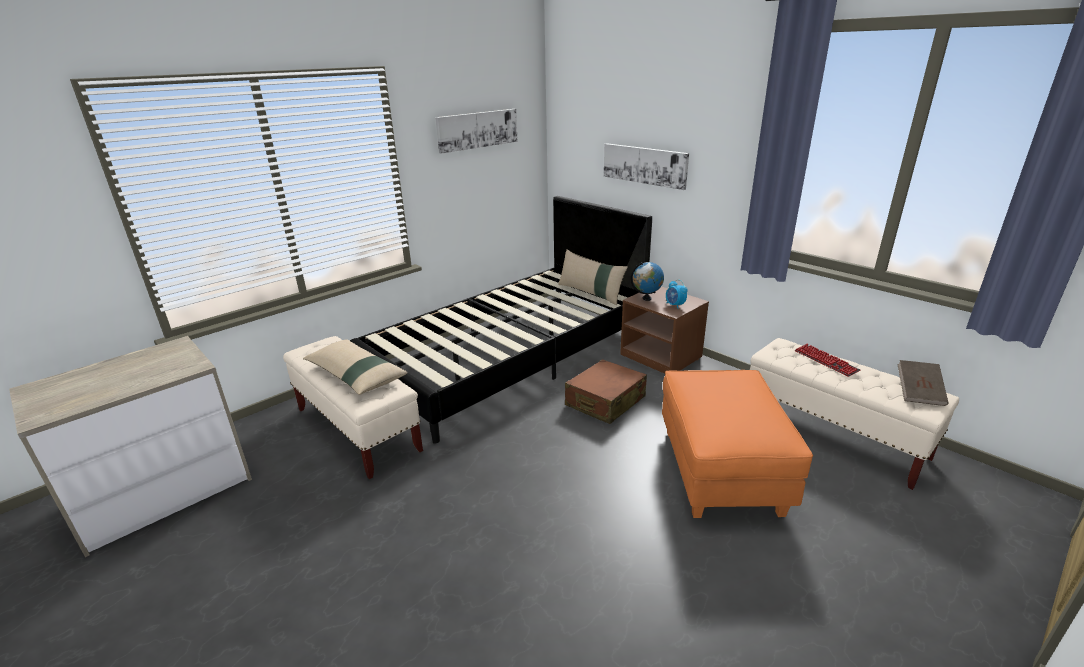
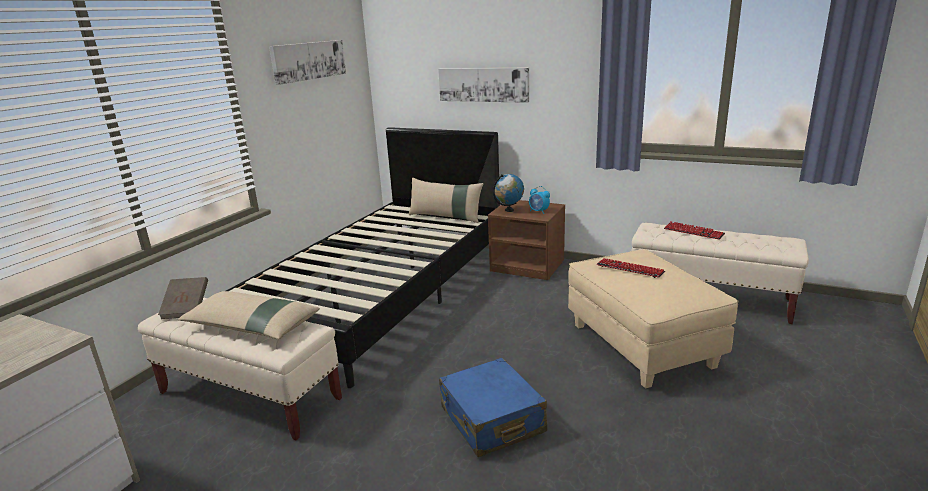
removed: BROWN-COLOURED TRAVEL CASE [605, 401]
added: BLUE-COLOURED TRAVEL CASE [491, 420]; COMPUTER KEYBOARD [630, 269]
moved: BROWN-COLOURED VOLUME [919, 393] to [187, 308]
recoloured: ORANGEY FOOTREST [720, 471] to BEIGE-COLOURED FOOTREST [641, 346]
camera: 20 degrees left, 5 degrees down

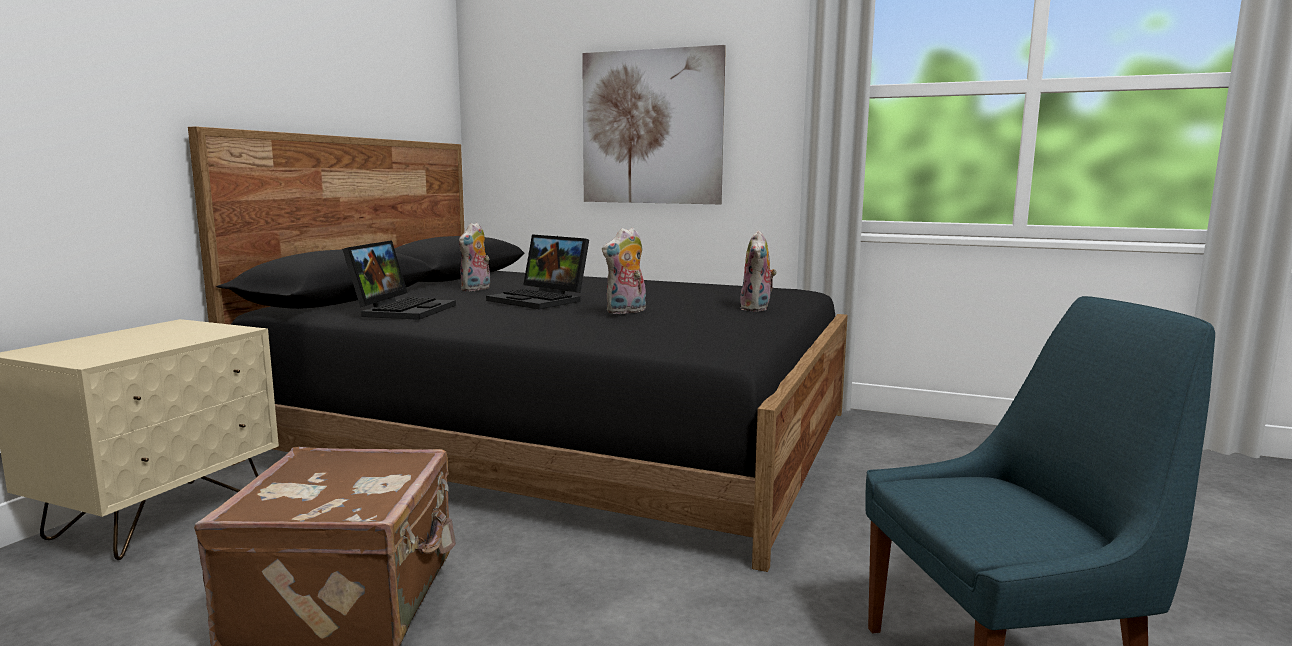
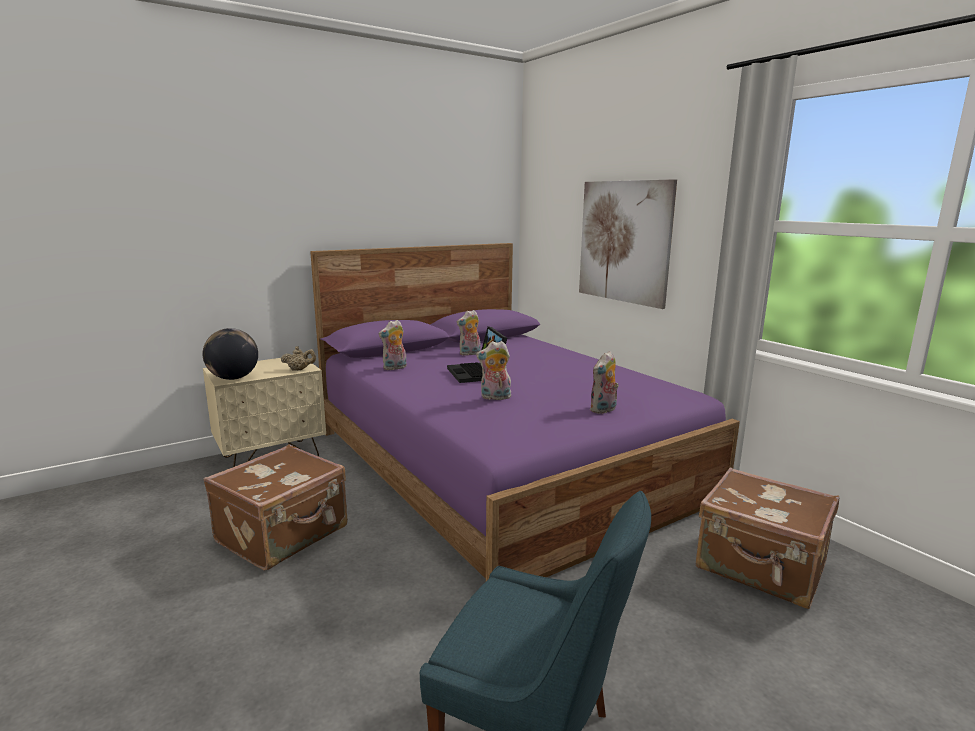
added: GLOBE [233, 378]; BEIGE-COLOURED TEAPOT [299, 369]; BROWN-COLOURED TRAVEL CASE [760, 568]
replaced: PORTABLE COMPUTER [402, 310] to SOFT TOY [395, 368]
recoloured: BLACK-COLOURED BED [563, 436] to PURPLISH BED [501, 463]
camera: 35 degrees right, 5 degrees up

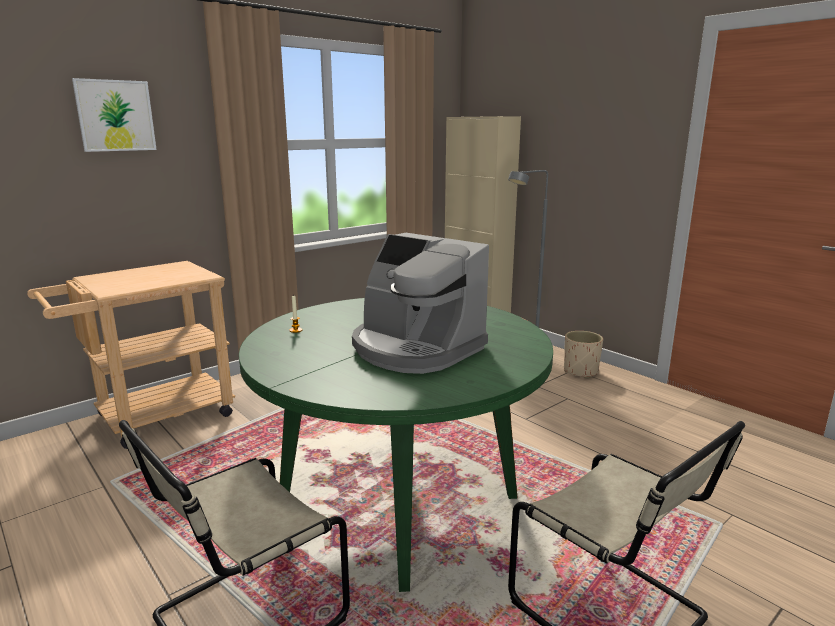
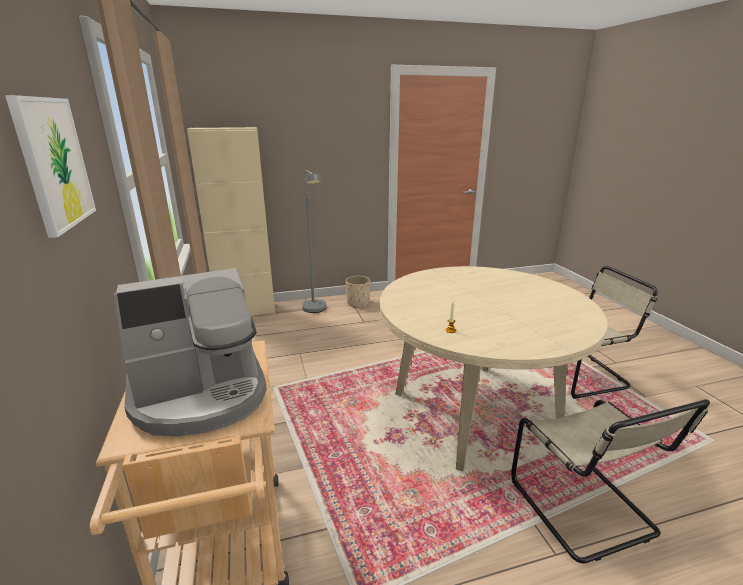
moved: COFFEE BREWER [415, 349] to [201, 395]
recoloured: GREENISH DINING TABLE [399, 502] to BEIGE-COLOURED DINING TABLE [474, 412]
camera: 65 degrees left, 5 degrees up

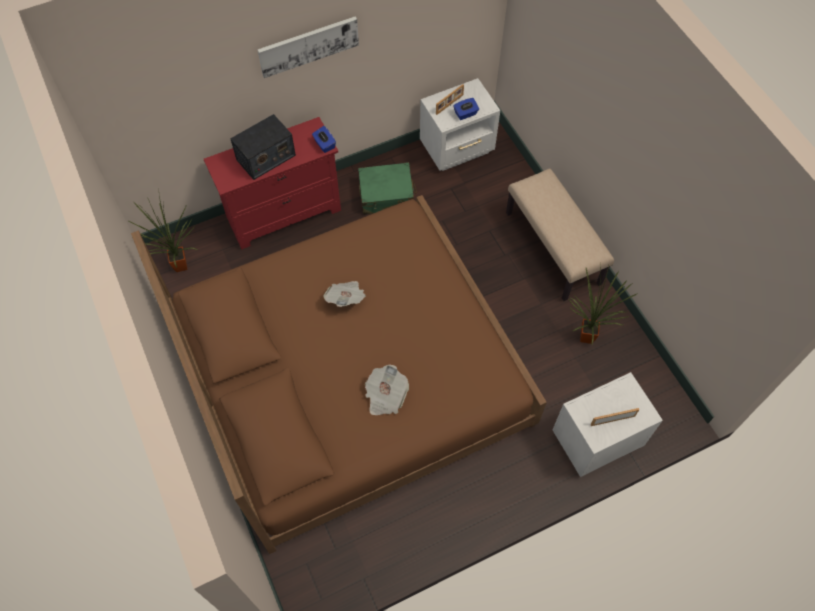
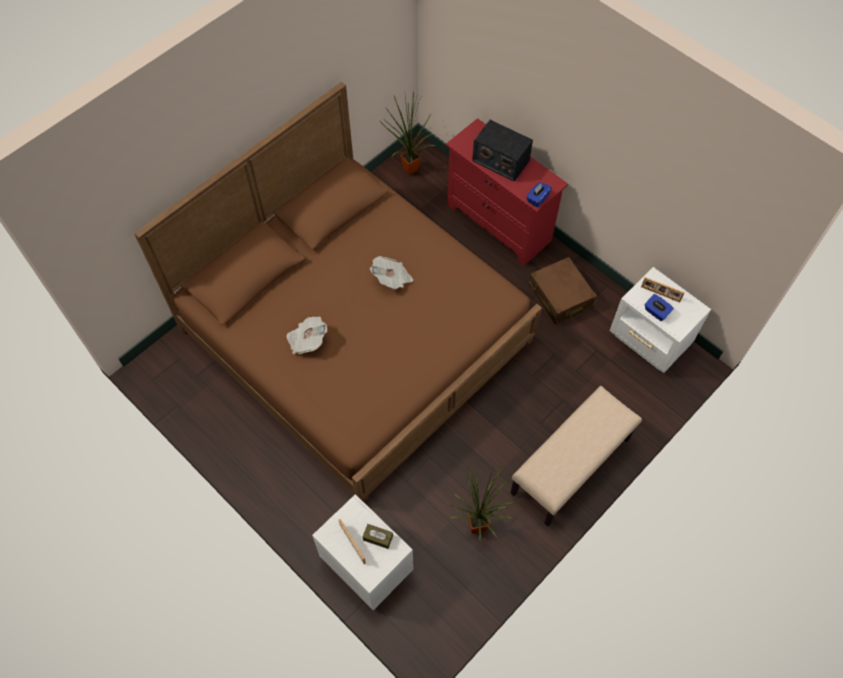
removed: WALL ART [308, 45]
added: BROWN-COLOURED TISSUE BOX [378, 538]
recoloured: GREENISH TRAVEL CASE [386, 195] to BROWN-COLOURED TRAVEL CASE [560, 296]
camera: 70 degrees right, 0 degrees up

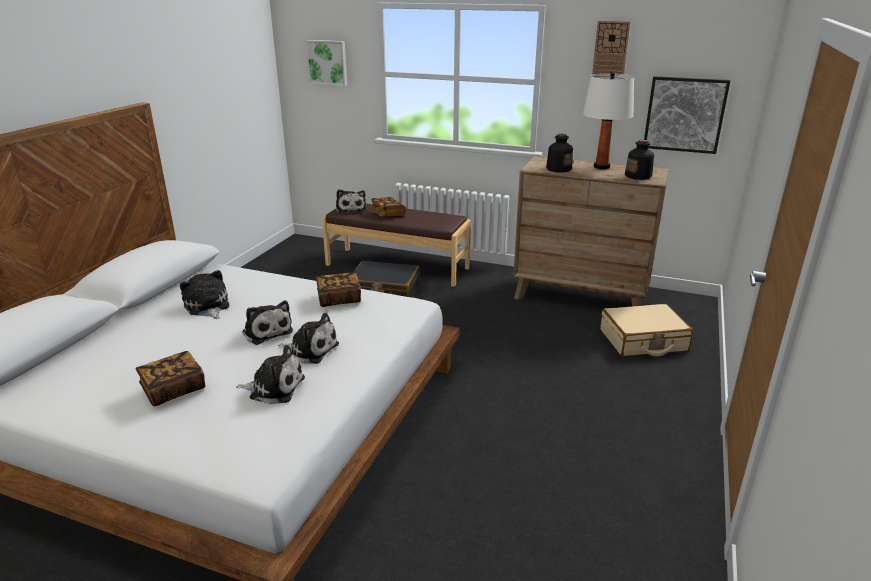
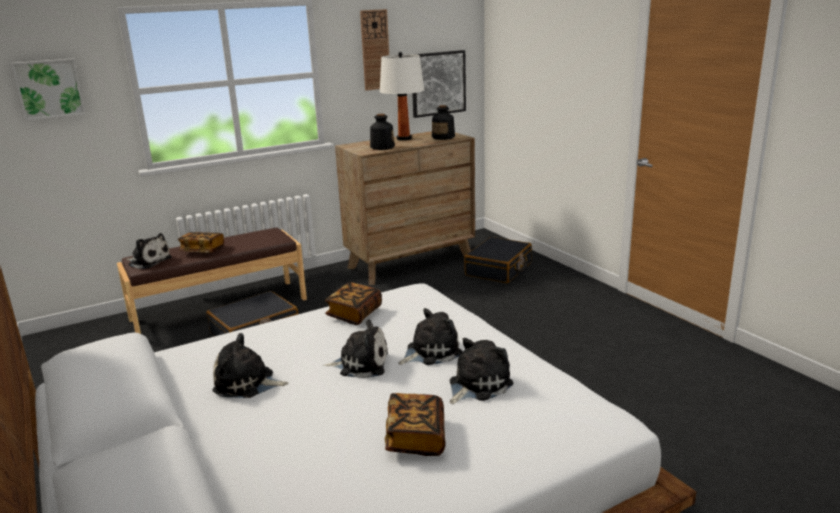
recoloured: BEIGE-COLOURED TRAVEL CASE [643, 341] to BLACK-COLOURED TRAVEL CASE [499, 269]
camera: 50 degrees left, 5 degrees down

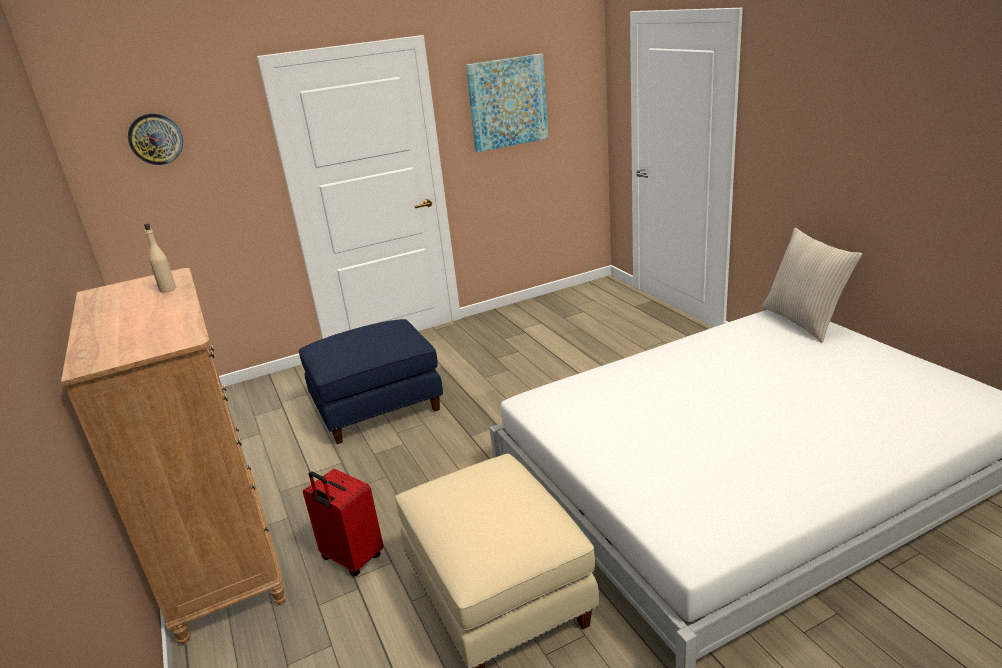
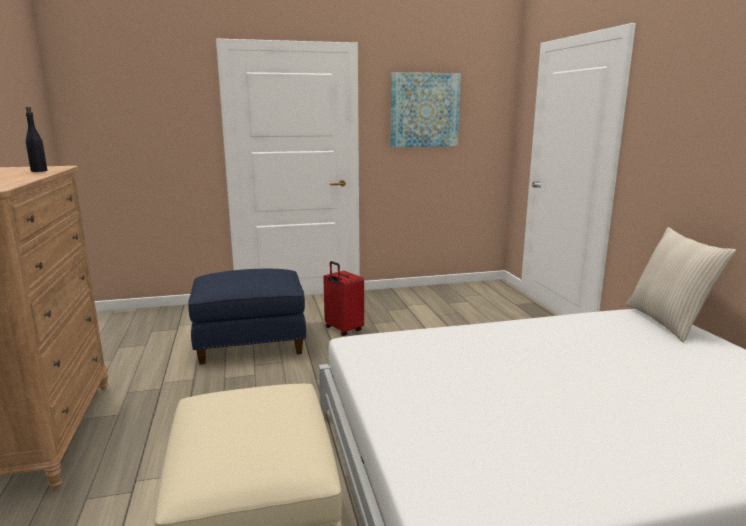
removed: HANGING CLOCK [155, 139]
moved: RED TRAVEL CASE [351, 559] to [343, 330]
recoloured: BEIGE-COLOURED DRINK BOTTLE [167, 289] to BLACK-COLOURED DRINK BOTTLE [39, 171]
camera: 10 degrees right, 10 degrees down

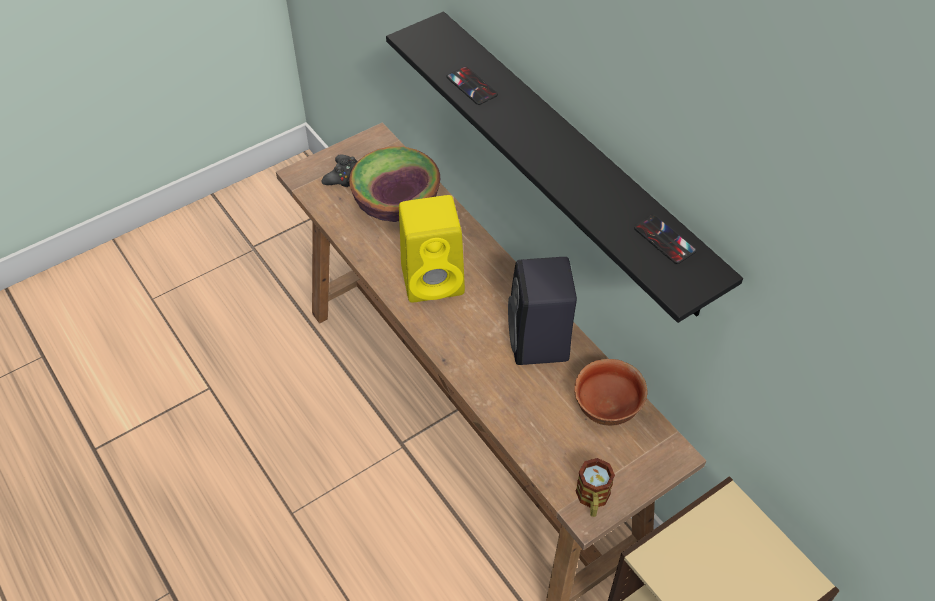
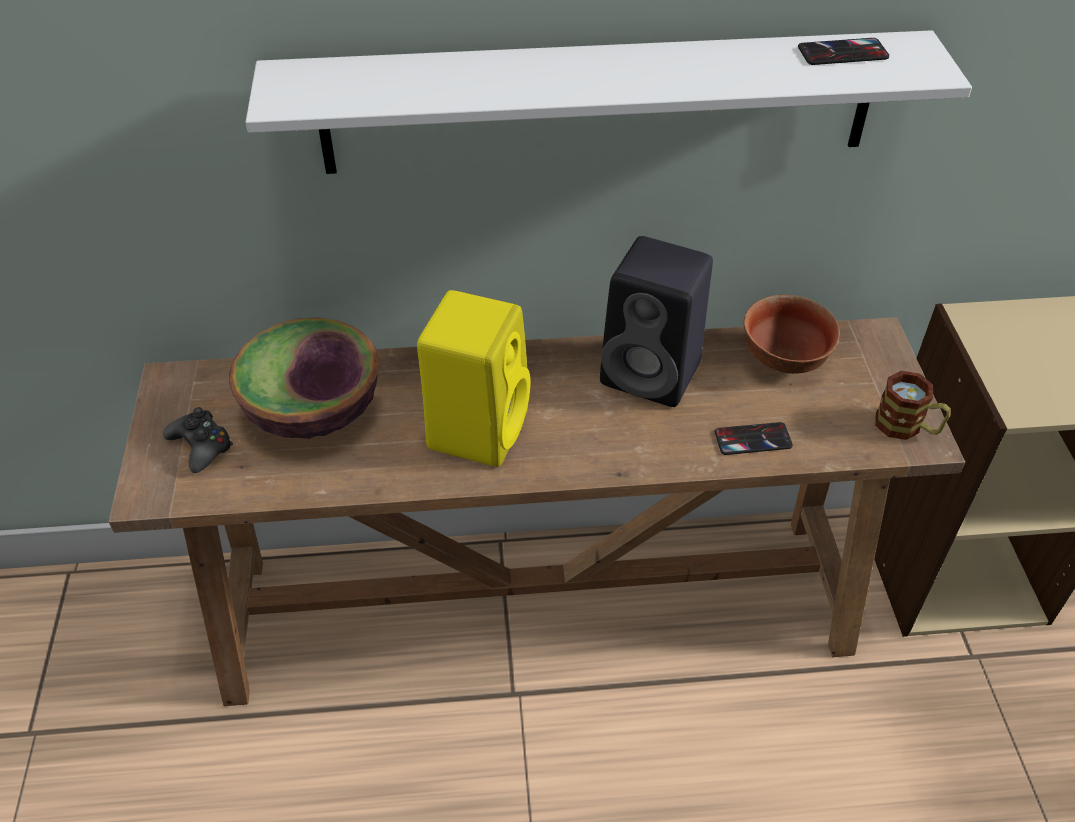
moved: HANDSET [472, 86] to [753, 439]
recoloured: BLACK-COLOURED WALL SHELF [572, 161] to WHITISH WALL SHELF [598, 103]
camera: 60 degrees left, 5 degrees down

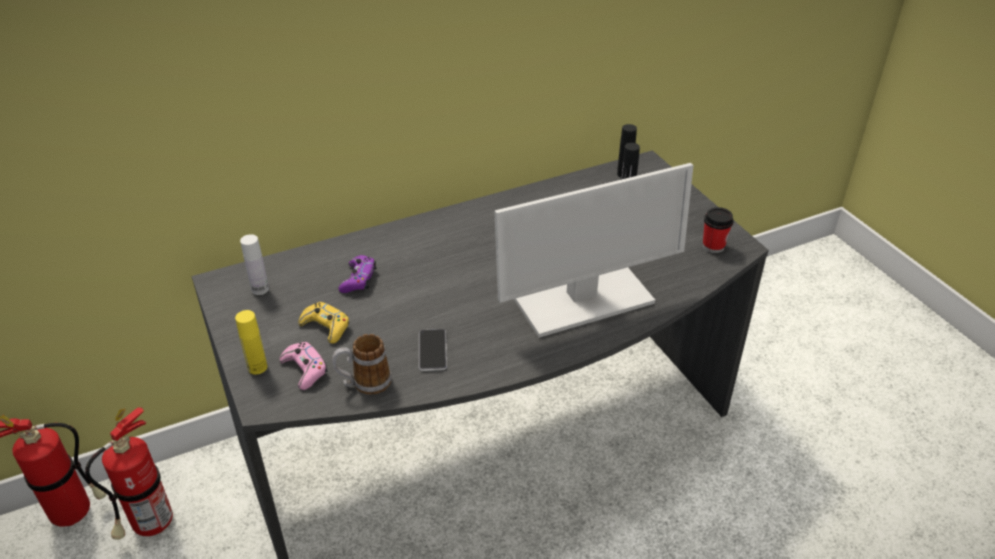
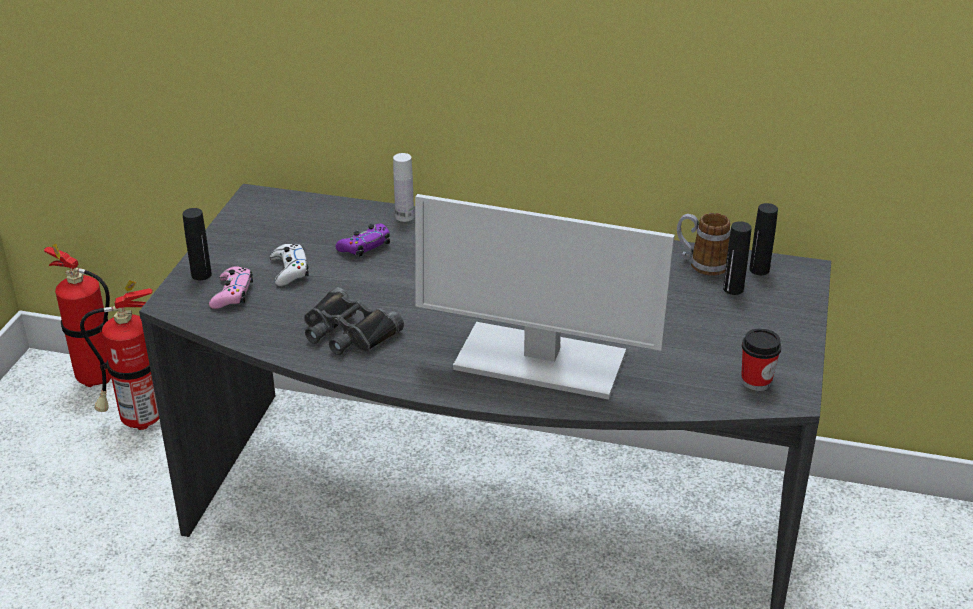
moved: WHITISH DRINK BOTTLE [260, 289] to [404, 217]; COFFEE MUG [364, 383] to [701, 264]
replaced: HANDSET [432, 351] to BLACK-COLOURED PAIR OF BINOCULARS [347, 332]
recoloured: YELLOW-COLOURED DRINK BOTTLE [257, 367] to BLACK-COLOURED DRINK BOTTLE [201, 274]; YELLOW-COLOURED GAMEPAD [326, 327] to WHITISH GAMEPAD [289, 270]
camera: 40 degrees right, 5 degrees down

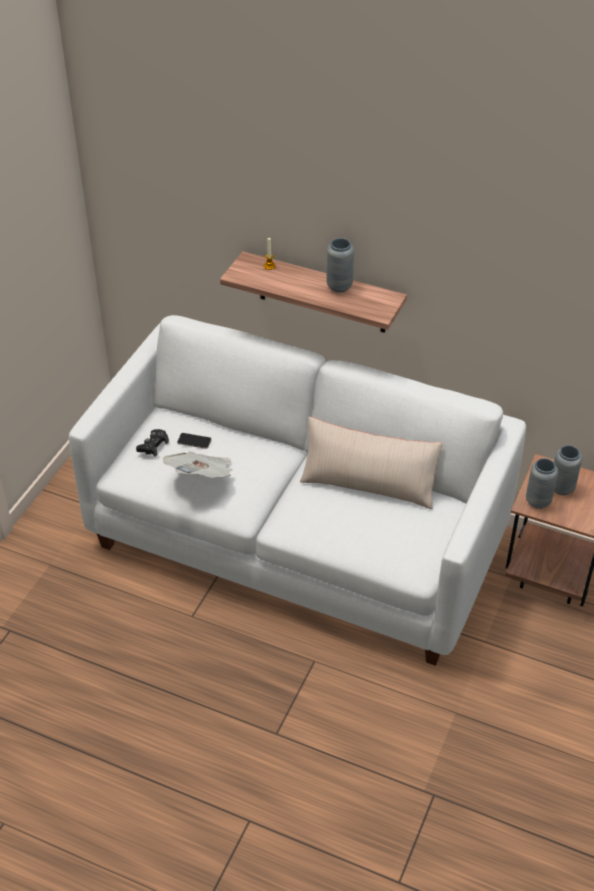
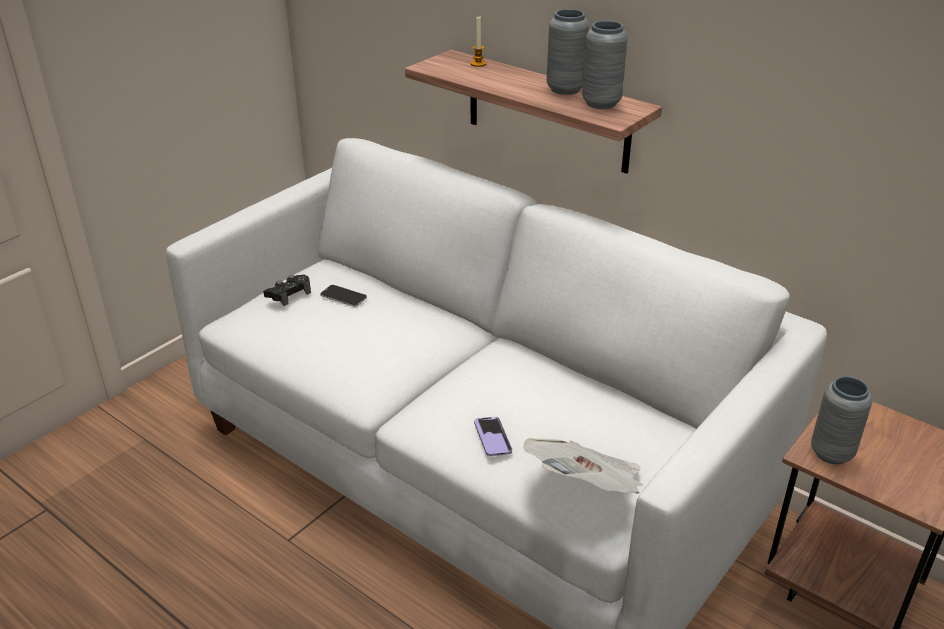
removed: BEIGE-COLOURED PILLOW [368, 484]
added: HANDSET [492, 437]
moved: DAILY PAPER [202, 477] to [586, 488]; GRAY DECORATIVE VASE [561, 488] to [601, 103]
camera: 15 degrees right, 10 degrees down

